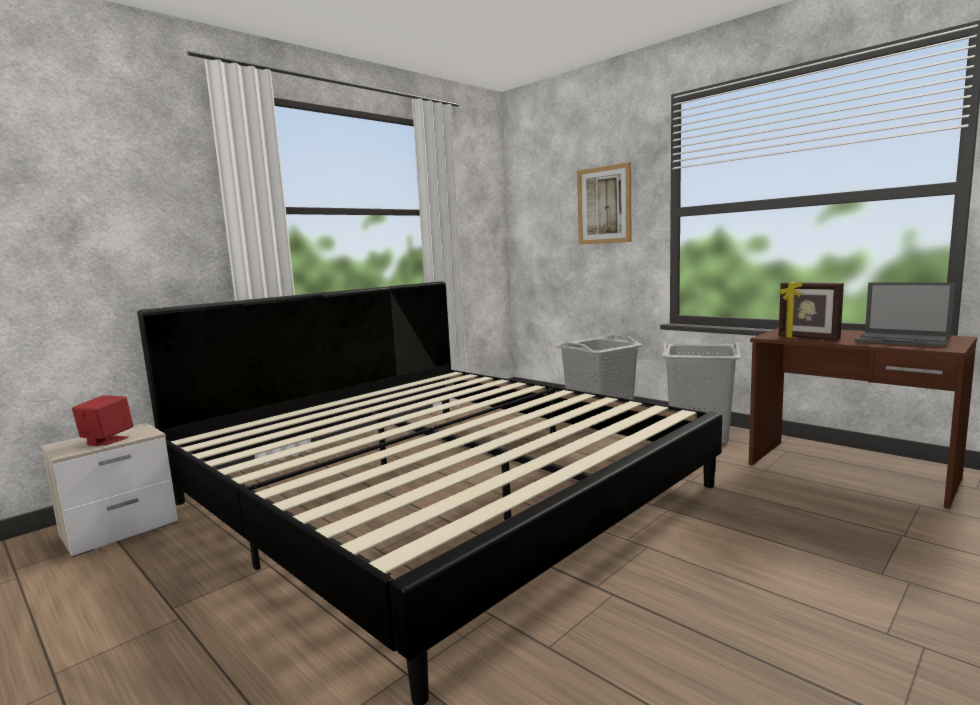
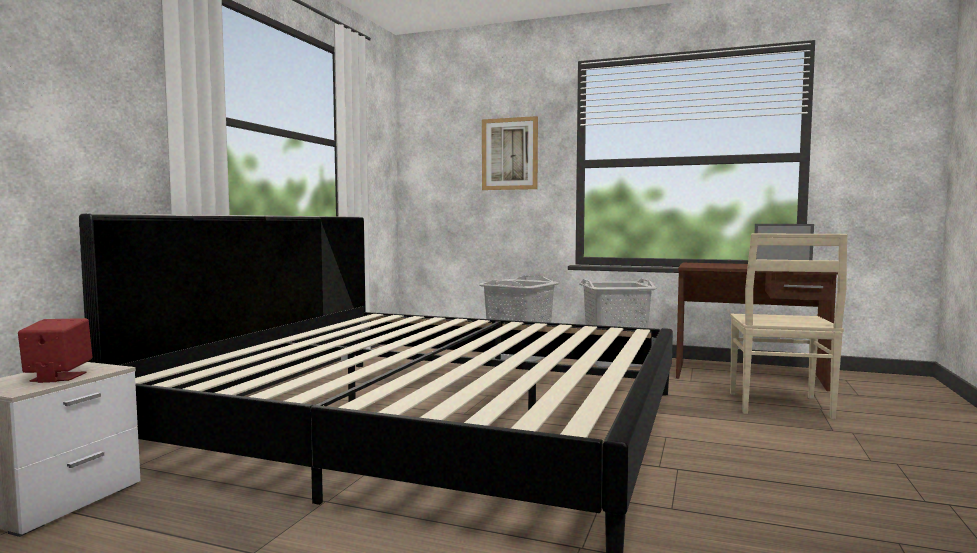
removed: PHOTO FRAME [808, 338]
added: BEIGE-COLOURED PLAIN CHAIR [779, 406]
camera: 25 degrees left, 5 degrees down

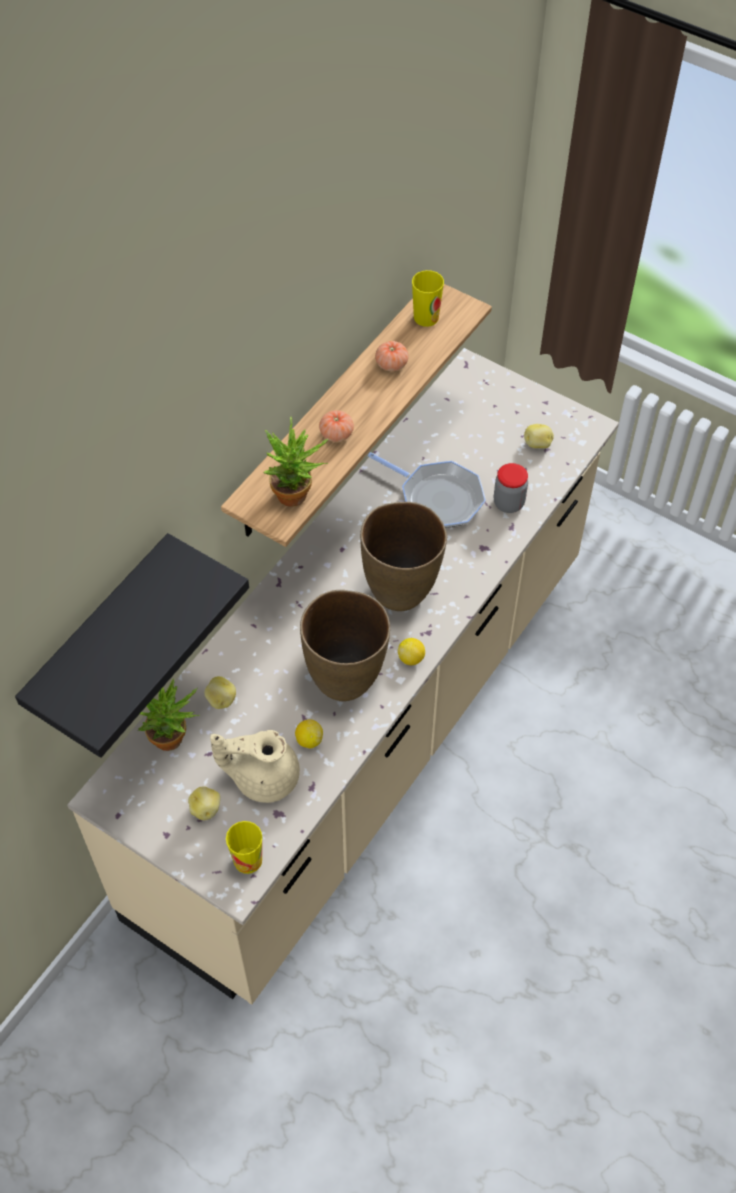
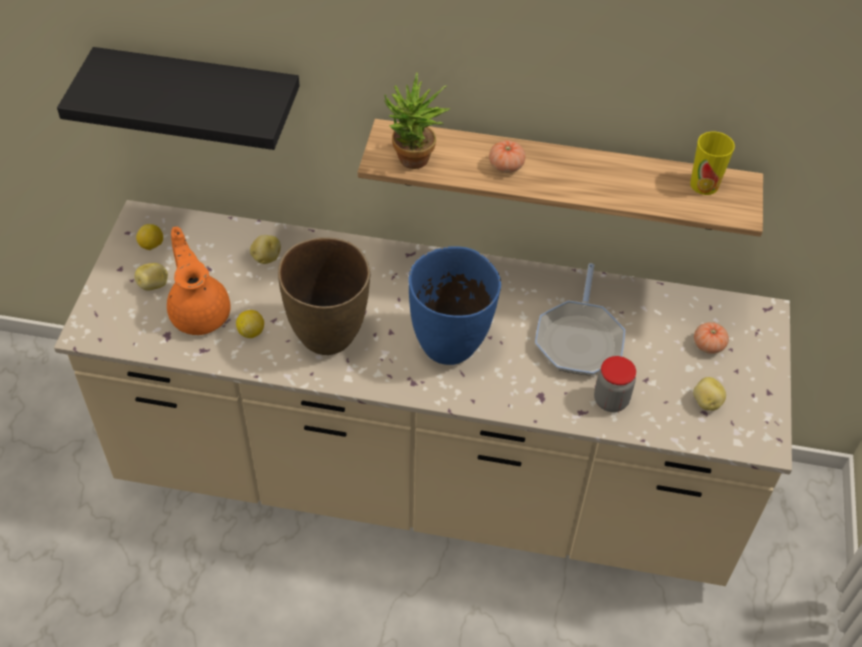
removed: PLANT IN A POT [174, 740]; CUP [248, 860]
moved: FRESH TOMATO [391, 364] to [708, 345]; WHOLE LEMON [411, 658] to [152, 246]
recoloured: BEIGE-COLOURED TEAPOT [263, 776] to ORANGEY TEAPOT [200, 312]; BROWN-COLOURED DECORATIVE VASE [400, 590] to BLUE-COLOURED DECORATIVE VASE [450, 345]
camera: 65 degrees right, 5 degrees down

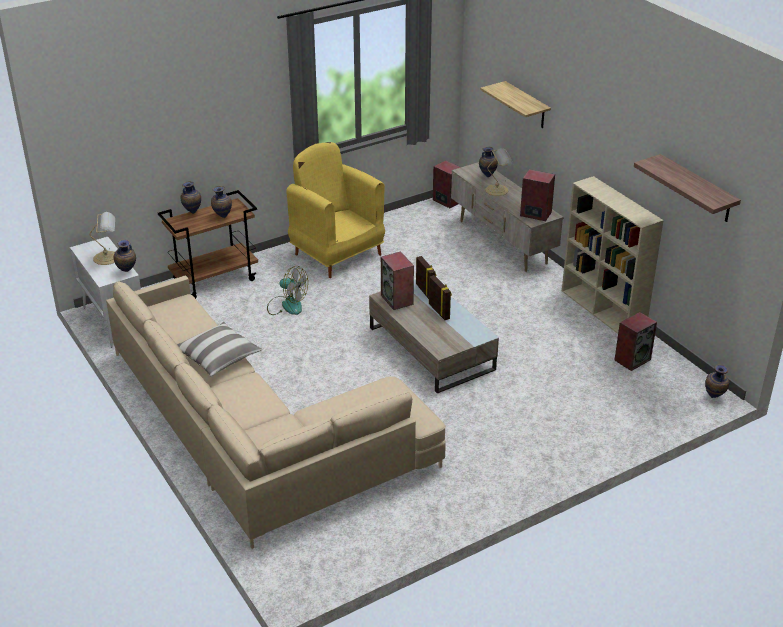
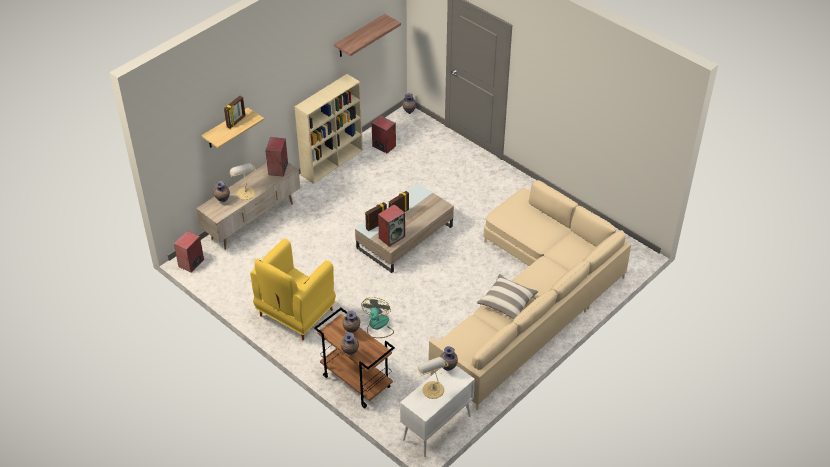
added: PHOTO FRAME [236, 122]
camera: 105 degrees left, 10 degrees up

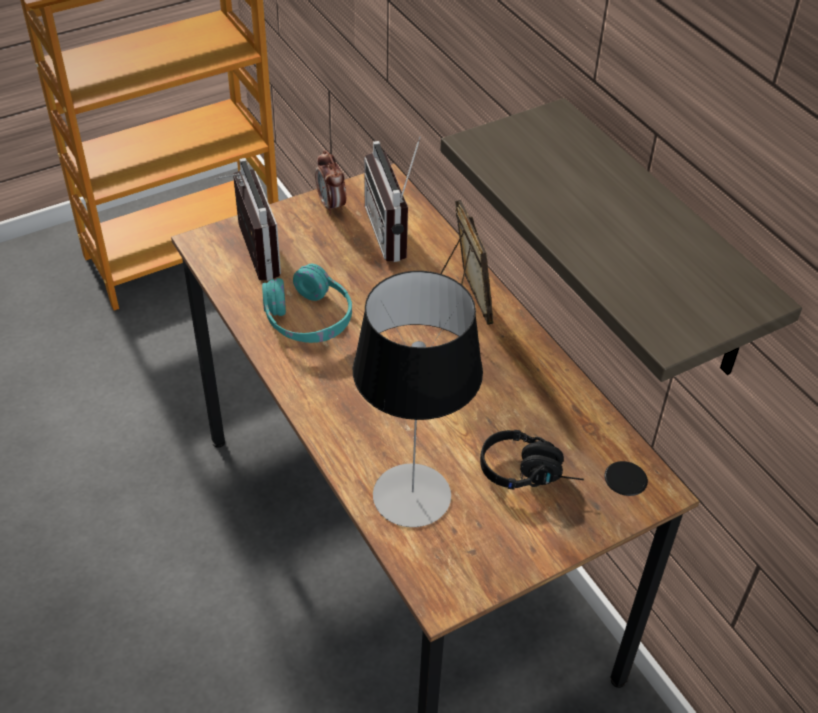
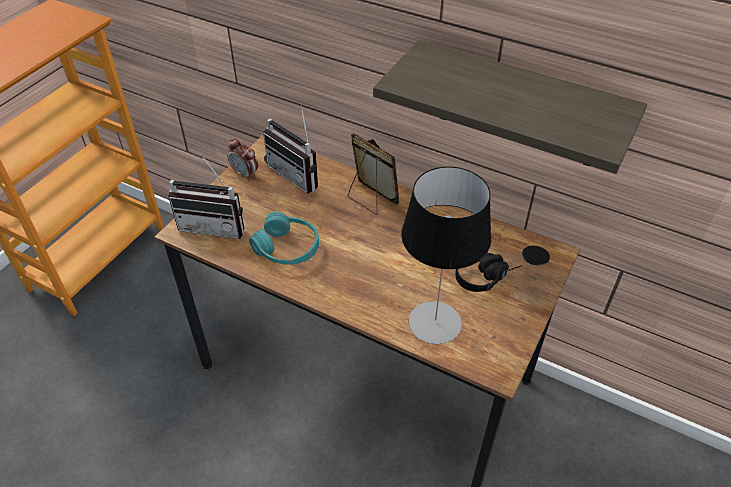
turned: RADIO SET [247, 253] = [215, 225] 150 degrees clockwise
camera: 30 degrees left, 0 degrees up

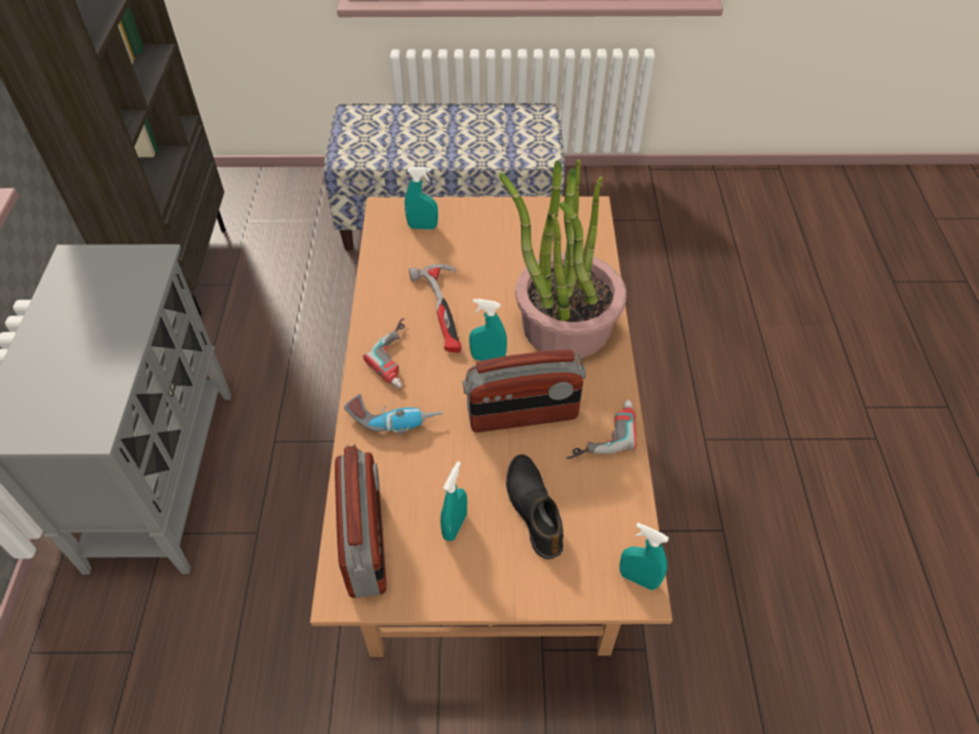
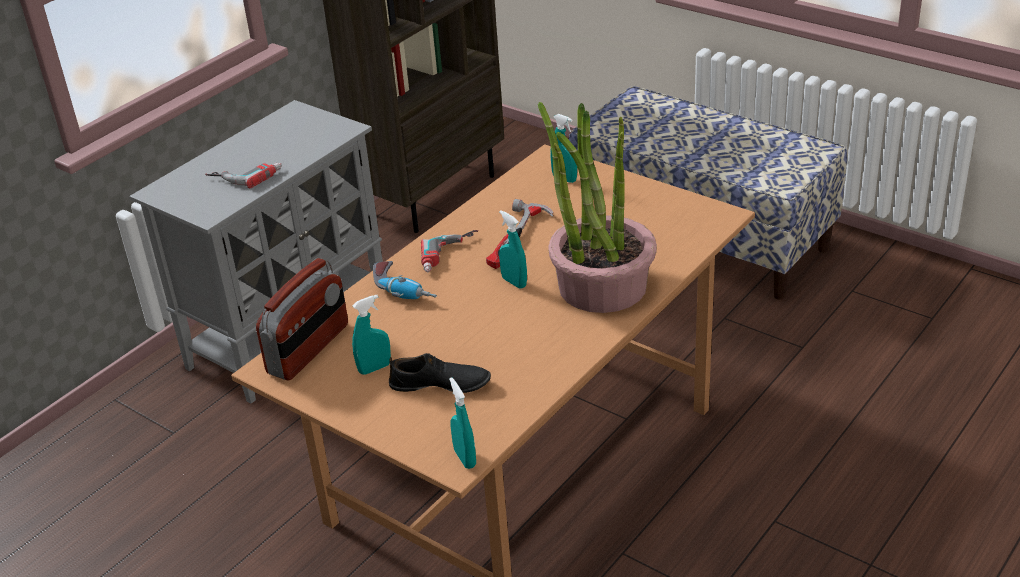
removed: RADIO SET [522, 415]
moved: ELECTRIC DRILL [600, 432] to [245, 174]
turned: BLACK-COLOURED ITEM OF FOOTWEAR [535, 509] = [440, 385] 75 degrees clockwise
camera: 40 degrees right, 15 degrees down

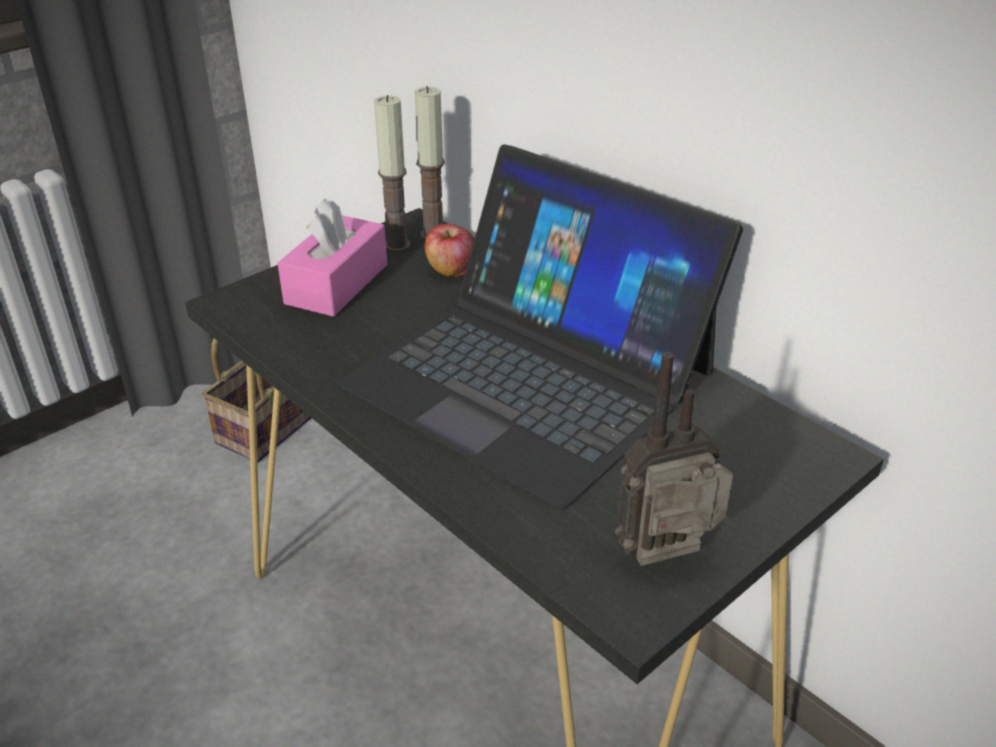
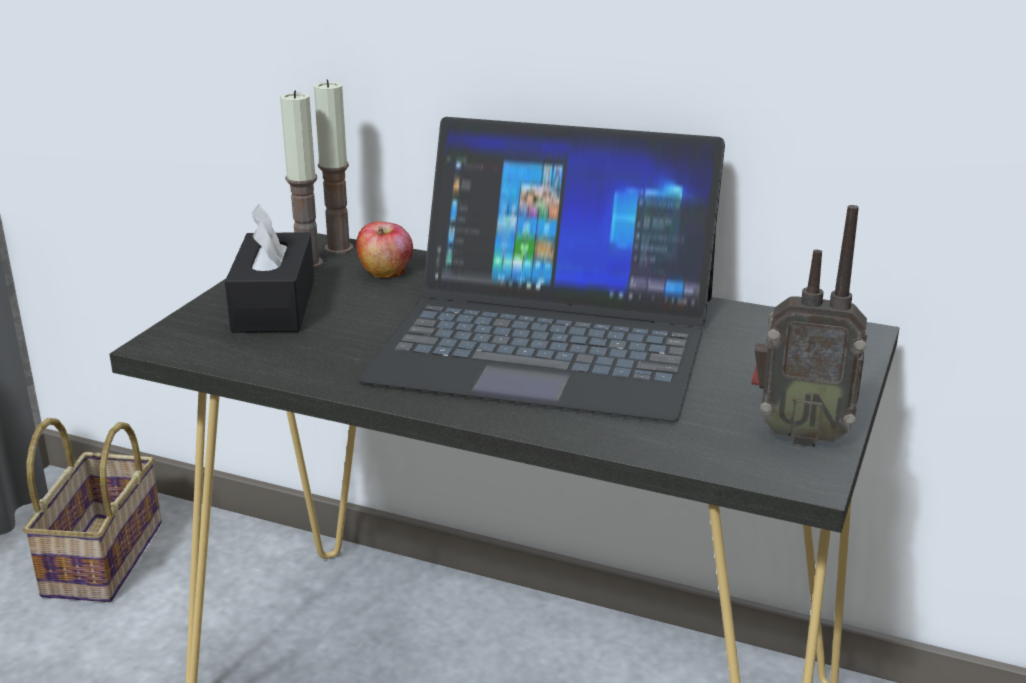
recoloured: PINK TISSUE BOX [337, 284] to BLACK-COLOURED TISSUE BOX [274, 305]
turned: RADIO SET [669, 561] = [799, 434] 120 degrees counterclockwise
camera: 25 degrees left, 10 degrees down

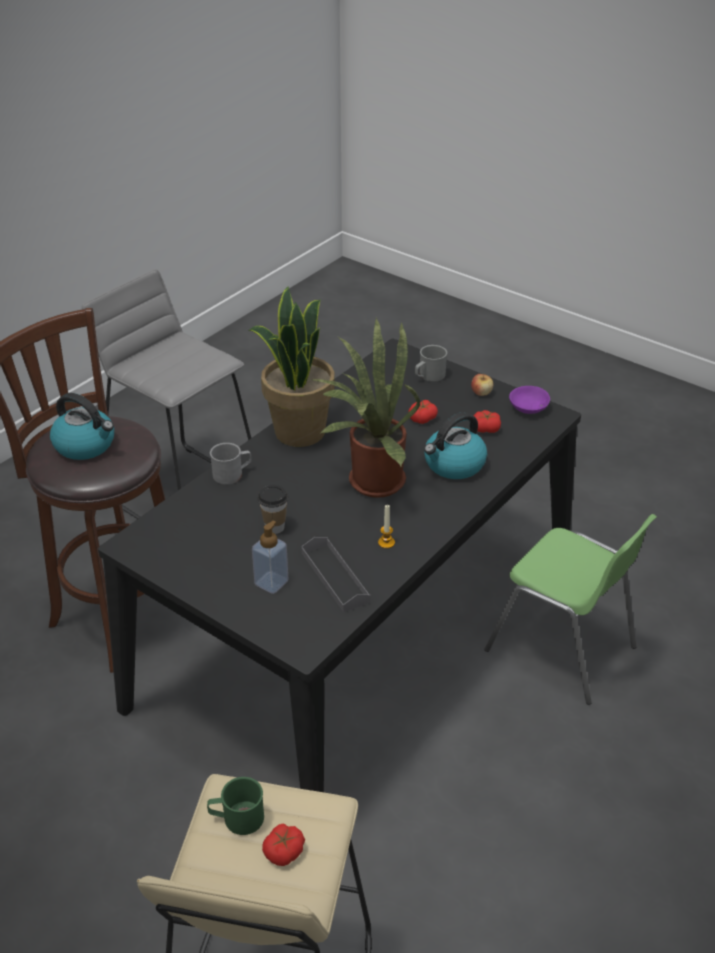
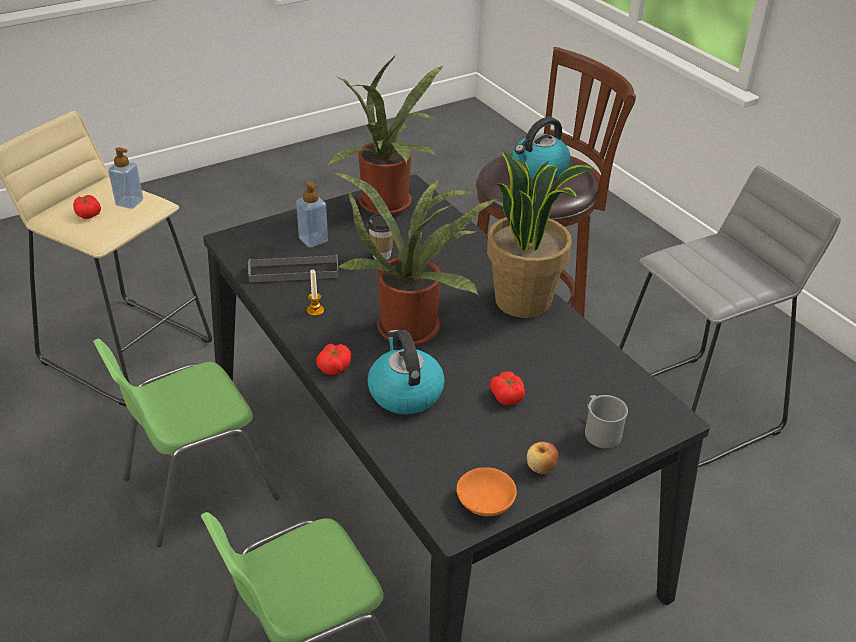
removed: GRAY COFFEE MUG [232, 474]
added: GREENISH PLAIN CHAIR [198, 487]; PLANT IN A POT [389, 206]
moved: FRESH TOMATO [486, 428] to [334, 366]
replaced: GREENISH COFFEE MUG [237, 818] to SOAP BOTTLE [129, 202]
recoloured: PURPLISH SERVING BOWL [527, 407] to ORANGEY SERVING BOWL [487, 502]
camera: 110 degrees right, 0 degrees up

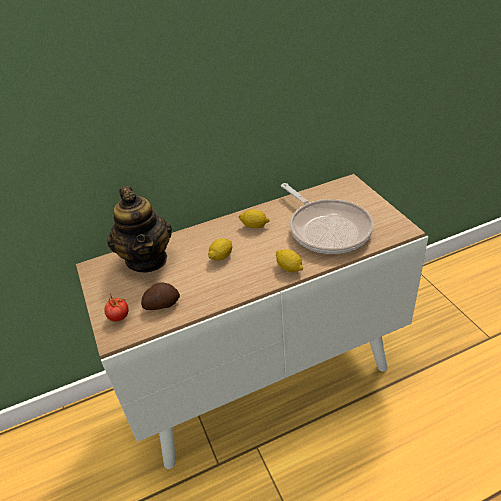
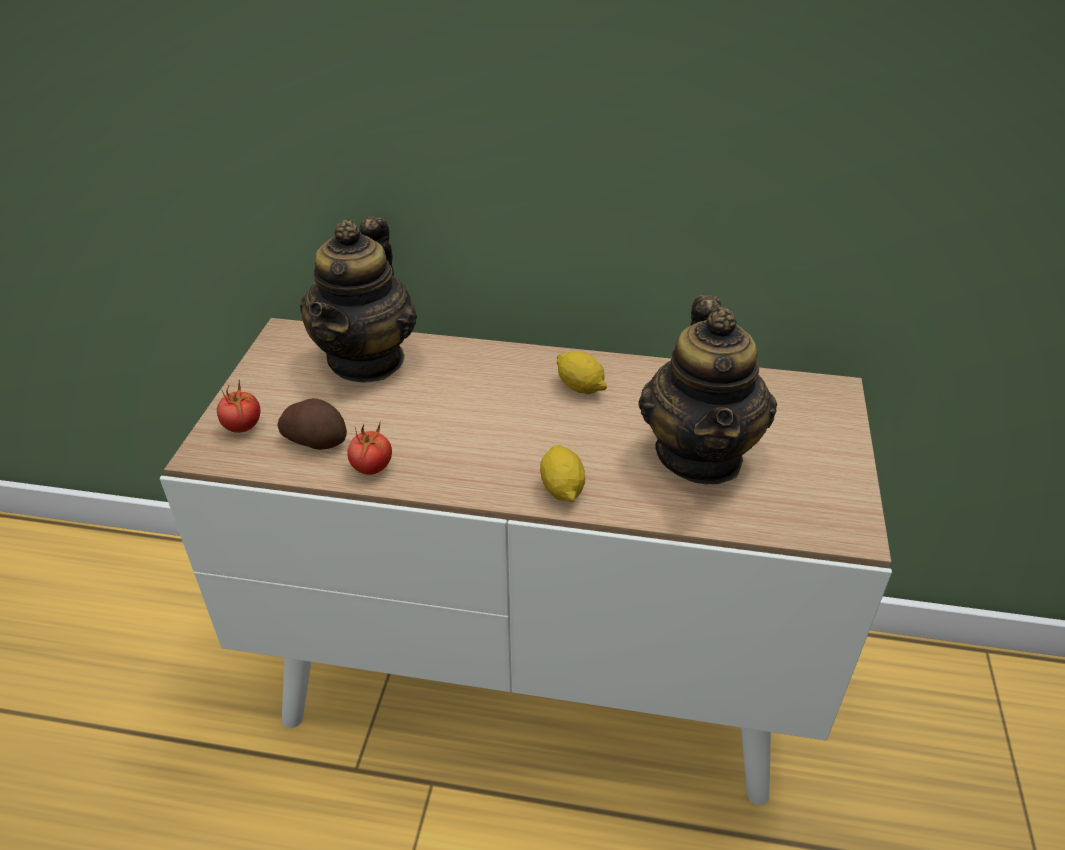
removed: WHOLE LEMON [221, 256]
added: FRESH TOMATO [372, 468]
replaced: SKILLET [327, 229] to TEAPOT [700, 455]
camera: 30 degrees right, 0 degrees up

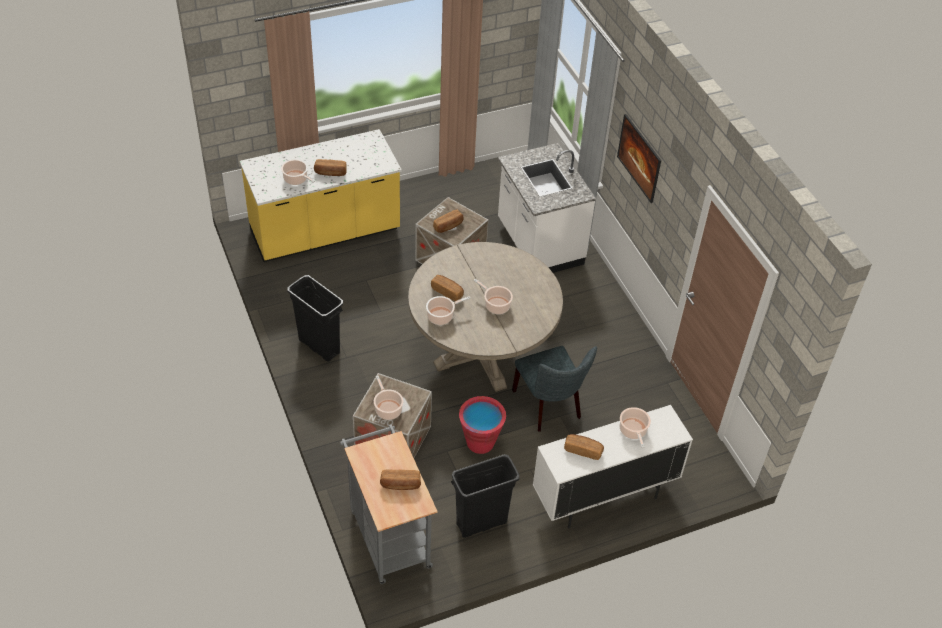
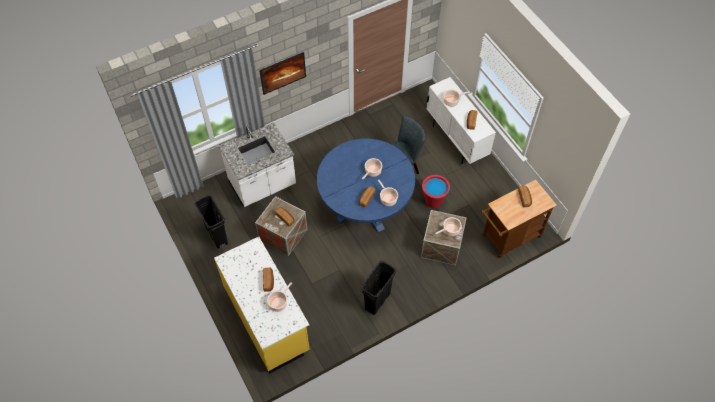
moved: BLACK-COLOURED WASTE BIN [482, 523] to [217, 236]
recoloured: GRAY WHEELED CART [388, 534] to BROWN-COLOURED WHEELED CART [508, 238]; BEIGE-COLOURED DINING TABLE [481, 353] to BLUE-COLOURED DINING TABLE [365, 207]
camera: 95 degrees left, 10 degrees up

